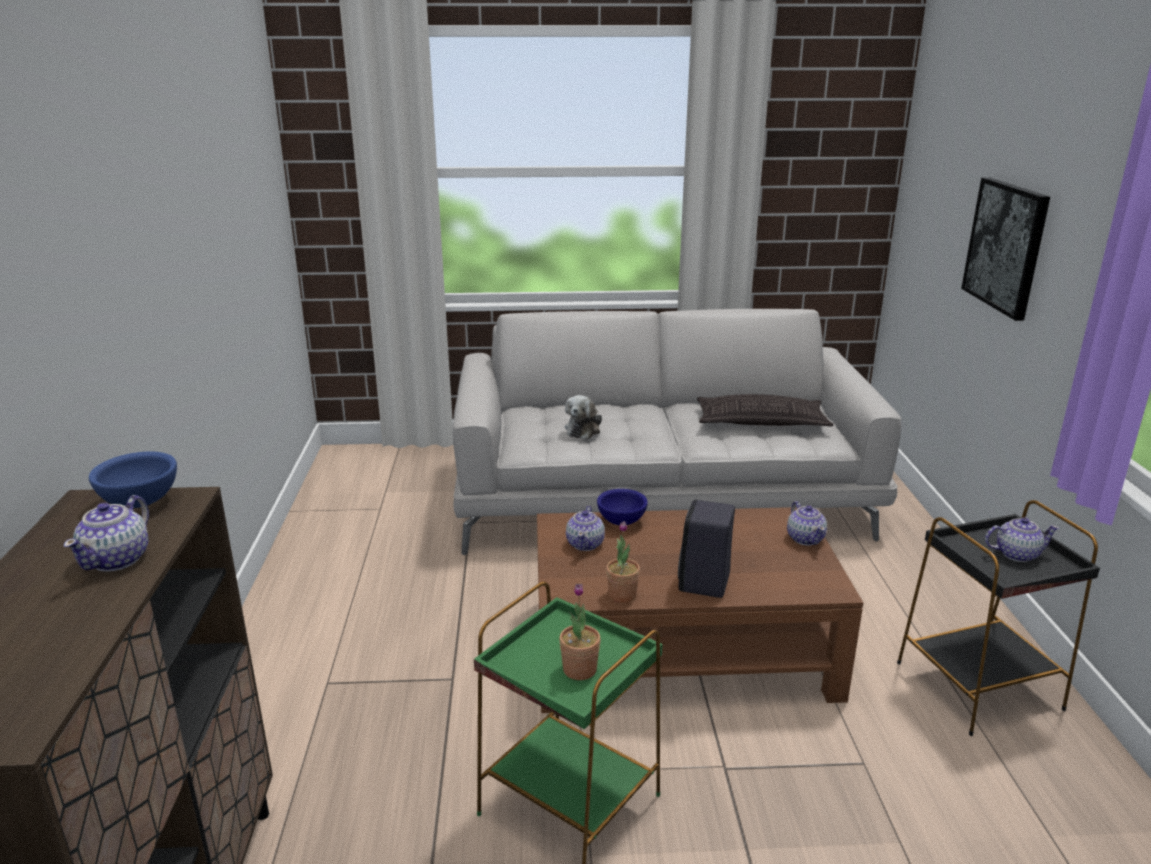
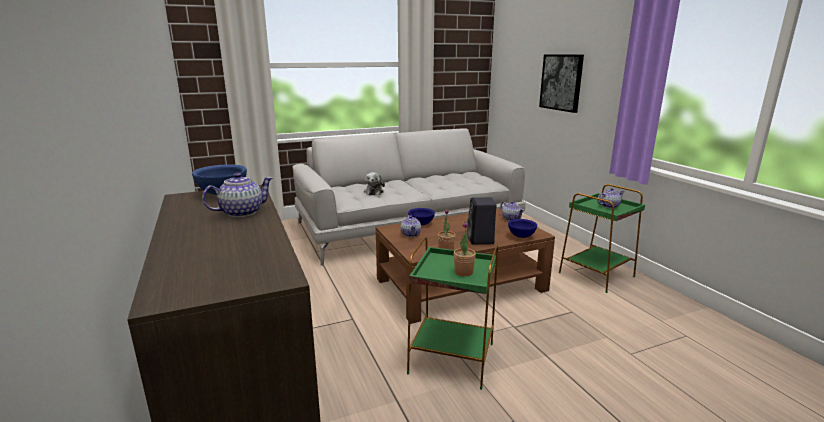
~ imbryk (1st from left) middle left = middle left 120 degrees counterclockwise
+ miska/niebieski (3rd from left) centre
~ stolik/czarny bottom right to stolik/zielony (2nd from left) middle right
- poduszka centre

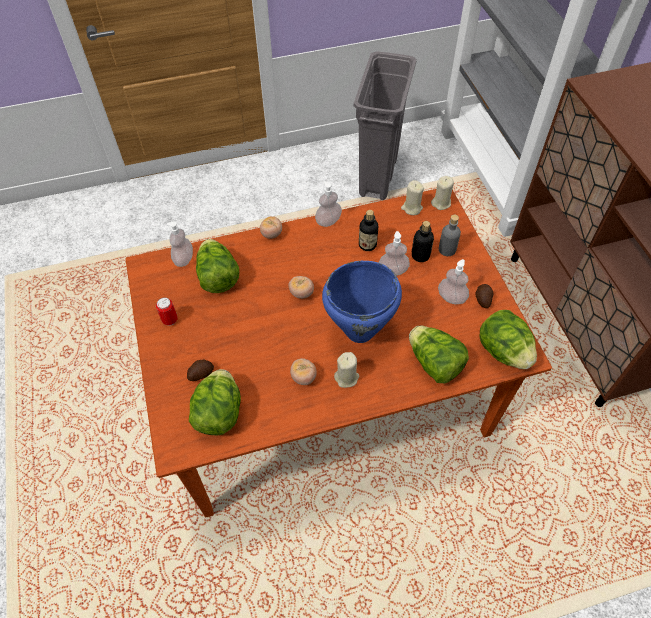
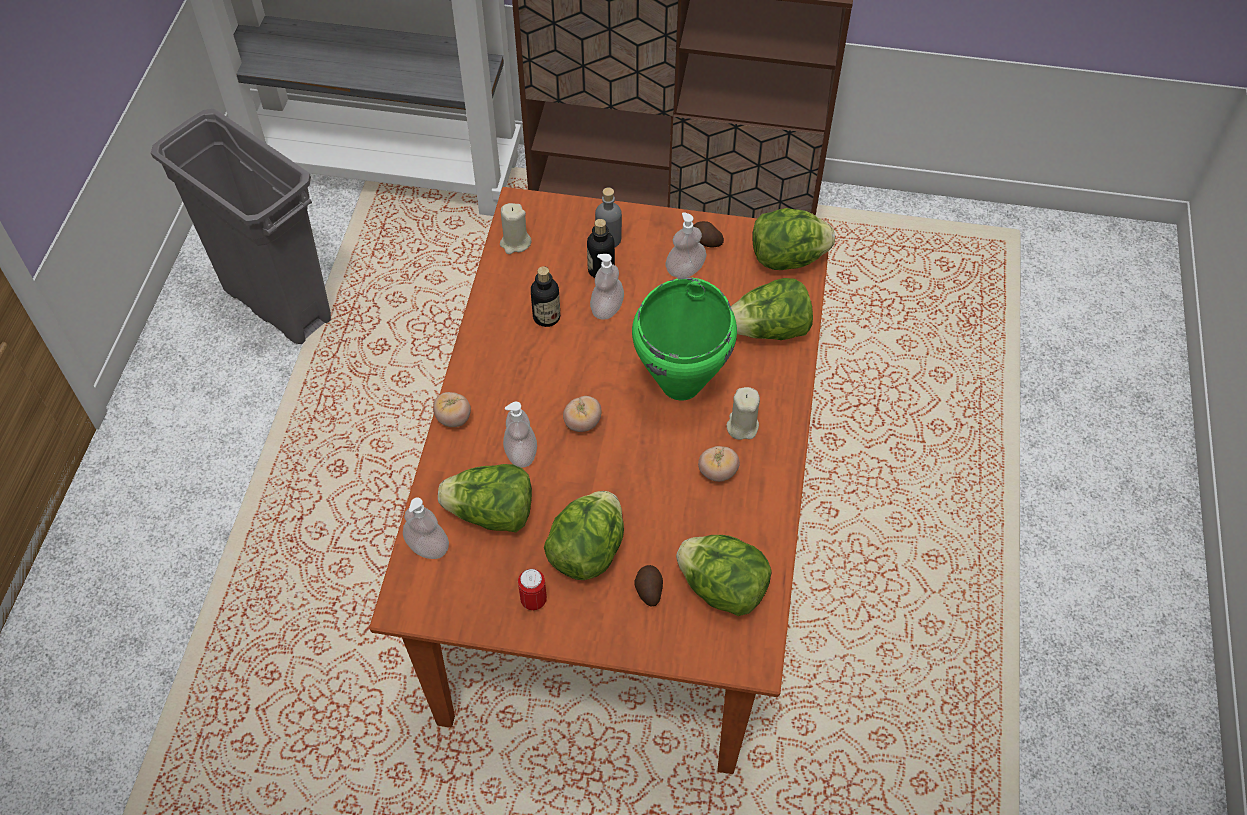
~ dozownik mydła (2nd from left) top centre to centre
+ sałata (2nd from left) centre
~ garnek/niebieski centre to garnek/zielony centre
- świeca/beżowy (3rd from left) top right

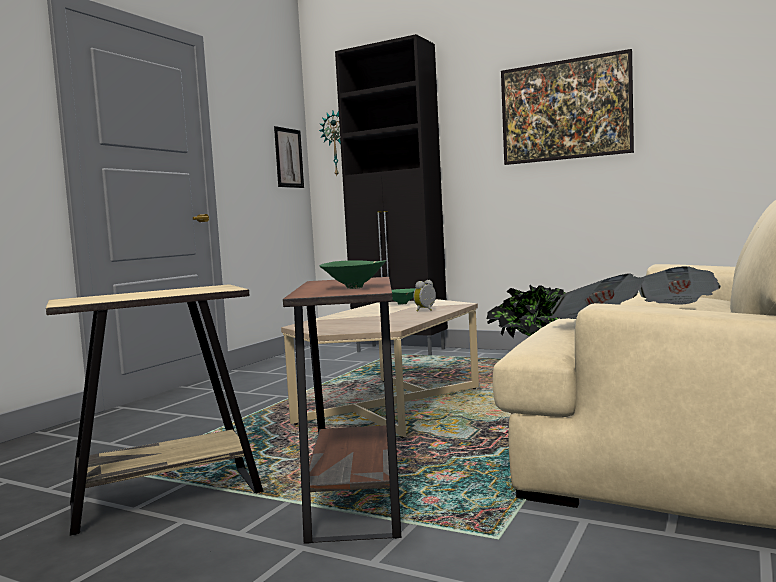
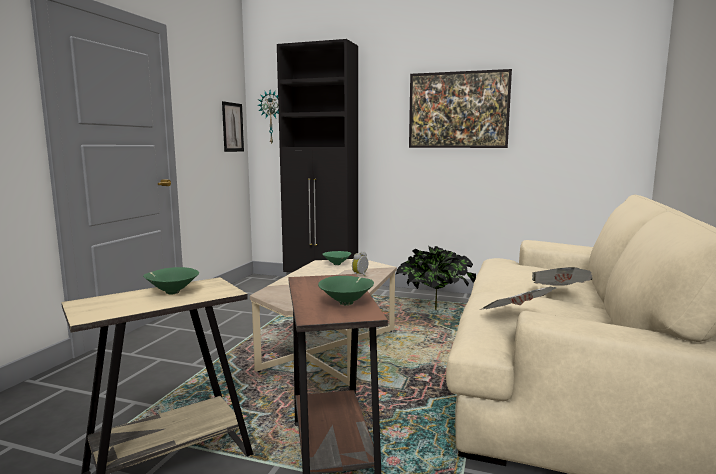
+ miska/zielony (1st from left) middle left

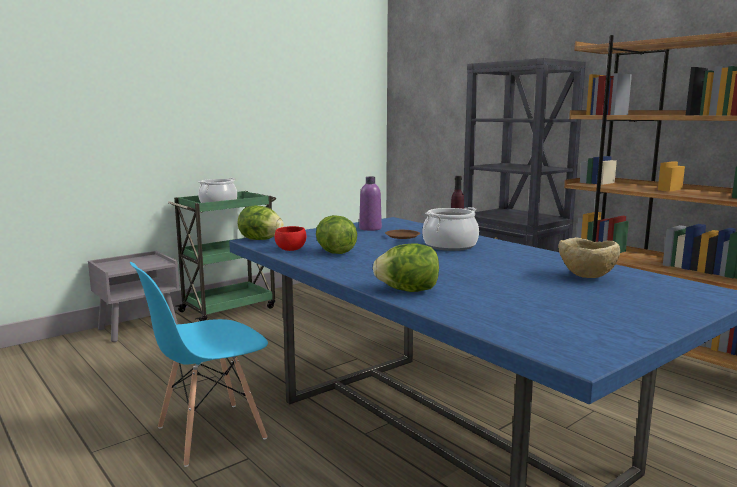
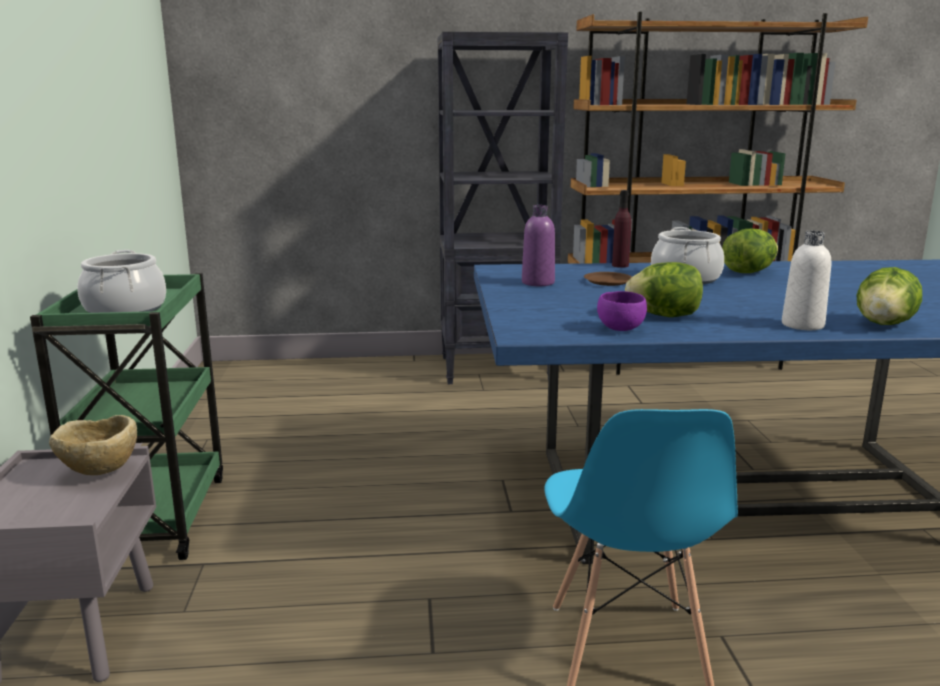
~ miska/beżowy middle right to middle left
~ miska/czerwony centre to miska/fioletowy centre
~ sałata (1st from left in the first image) centre to sałata (2nd from left) middle right
+ butelka/biały middle right

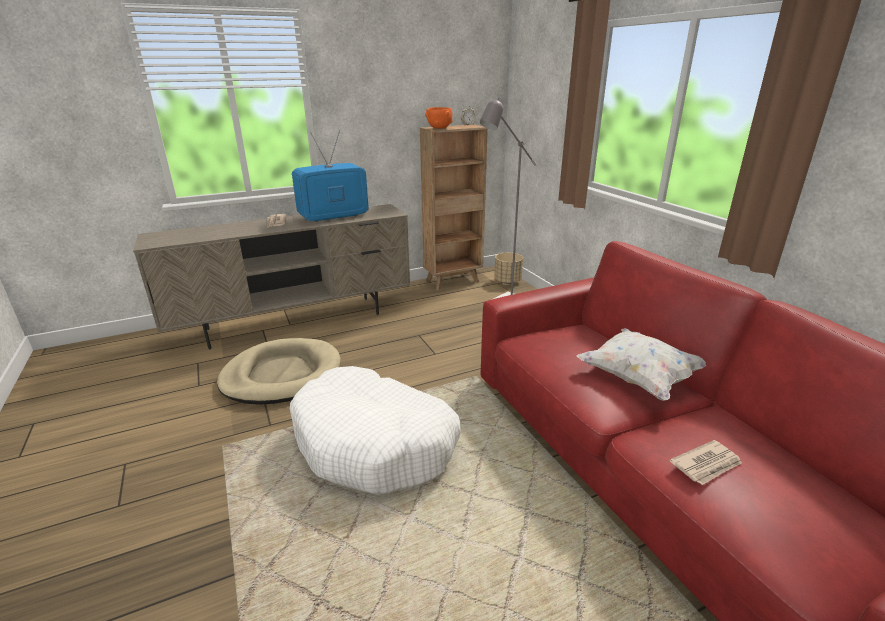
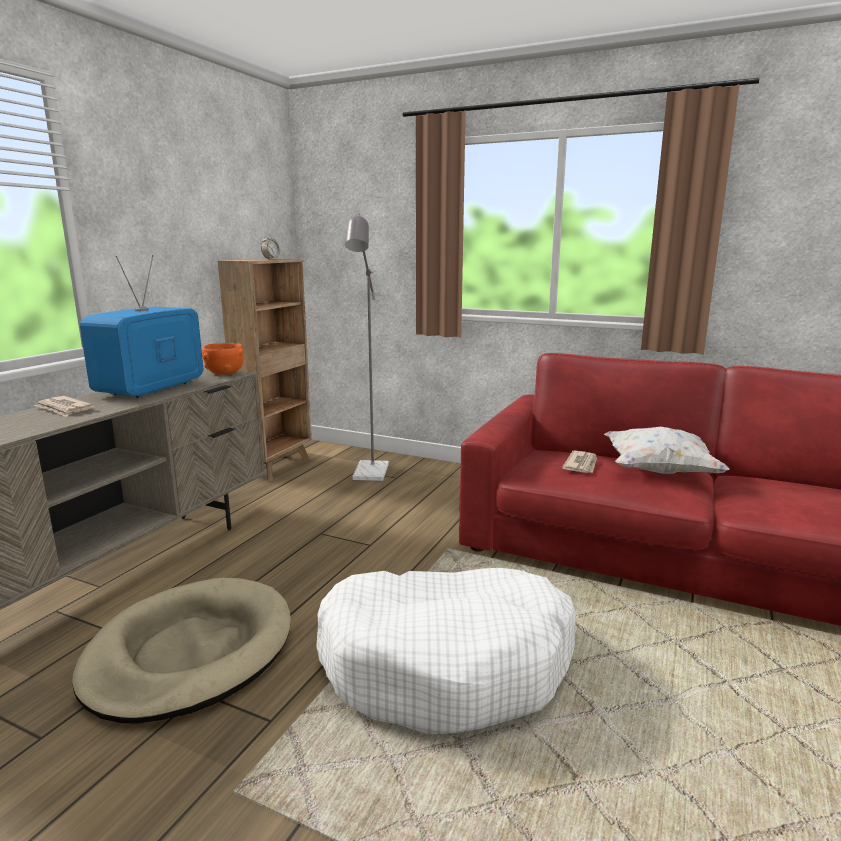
~ miska/pomarańczowy top centre to middle left
~ gazeta (2nd from left) bottom right to middle right
- donica/beżowy centre

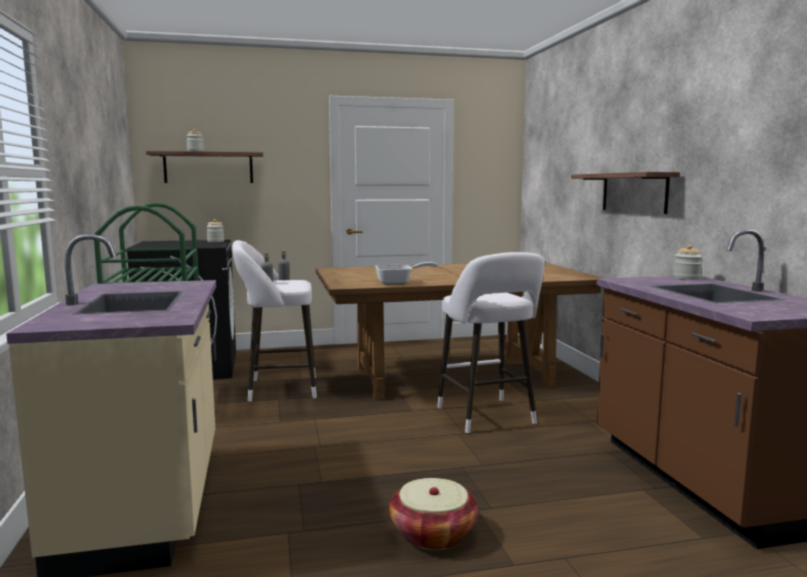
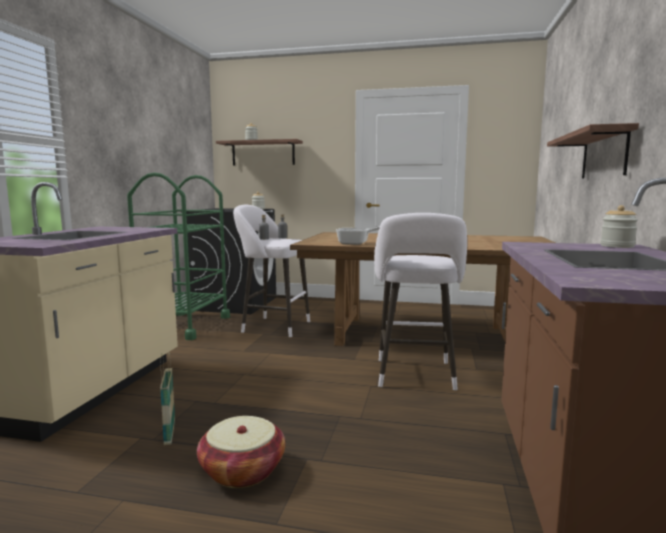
+ koszyk (1st from left) bottom left

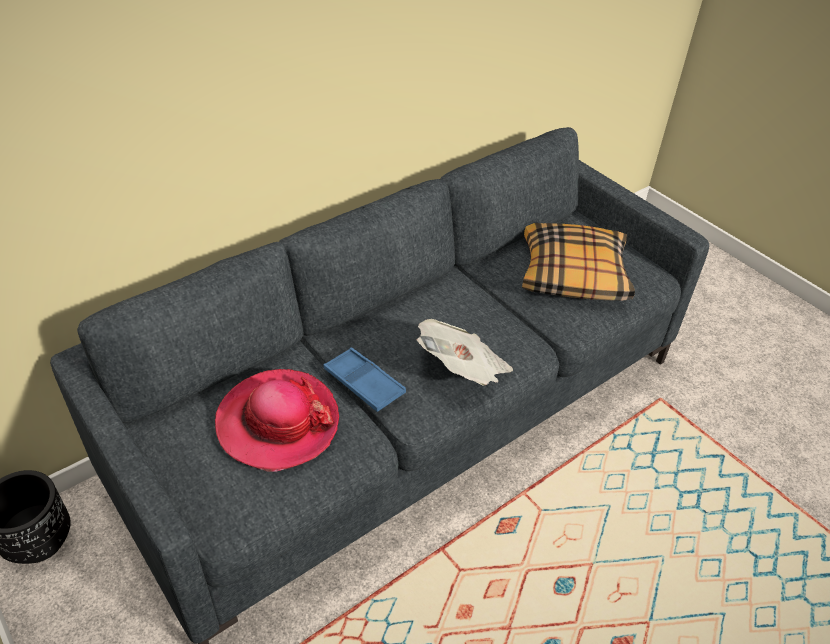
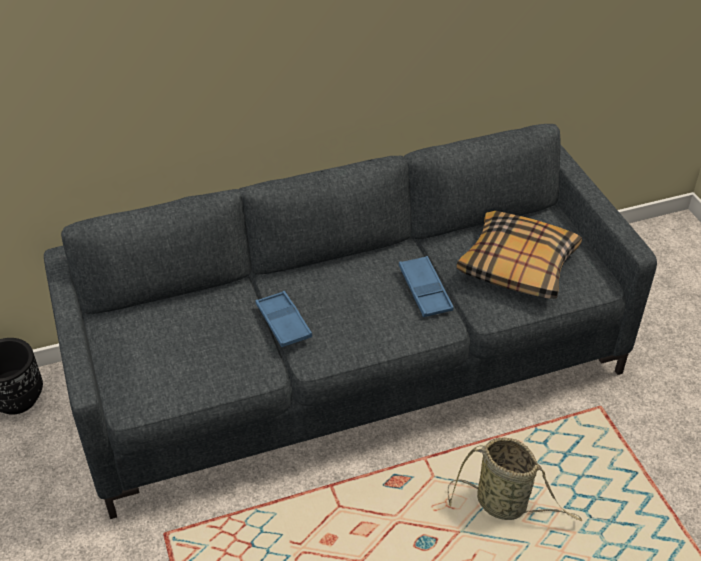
+ taca/niebieski (2nd from left) centre
+ koszyk bottom right
- kapelusz centre
- gazeta centre

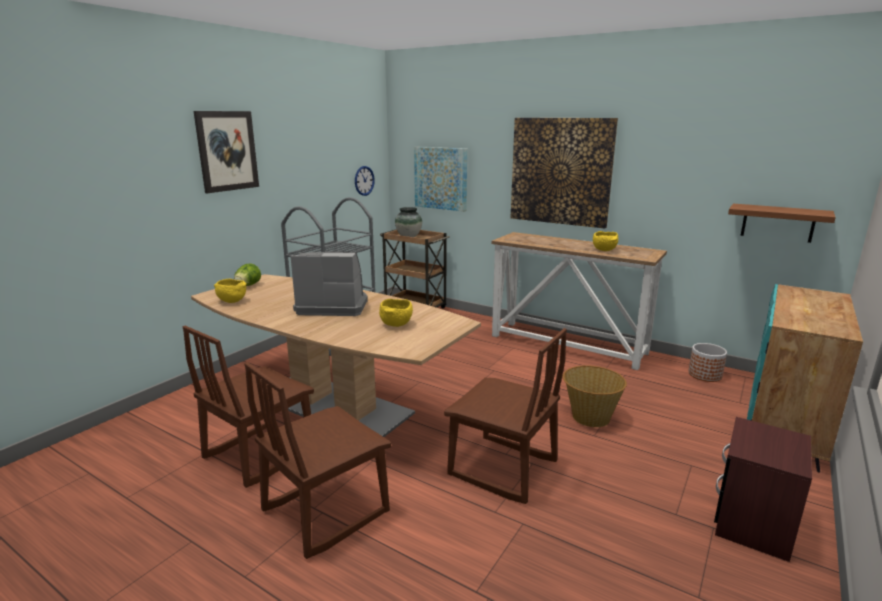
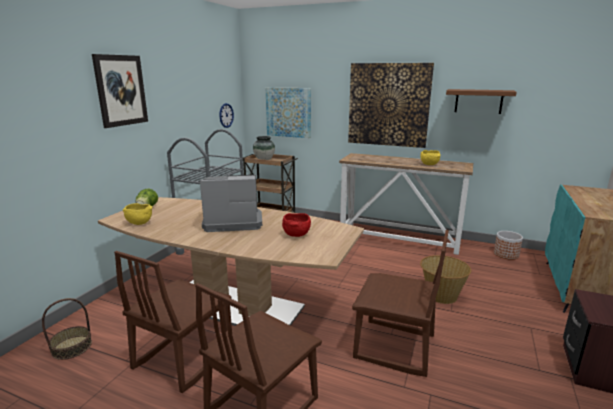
+ koszyk (1st from left) bottom left
~ miska/żółty (2nd from left) centre to miska/czerwony centre
~ półka middle right to top right

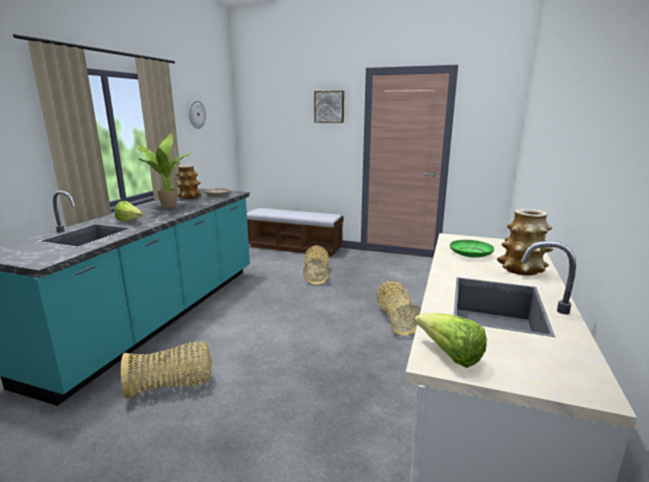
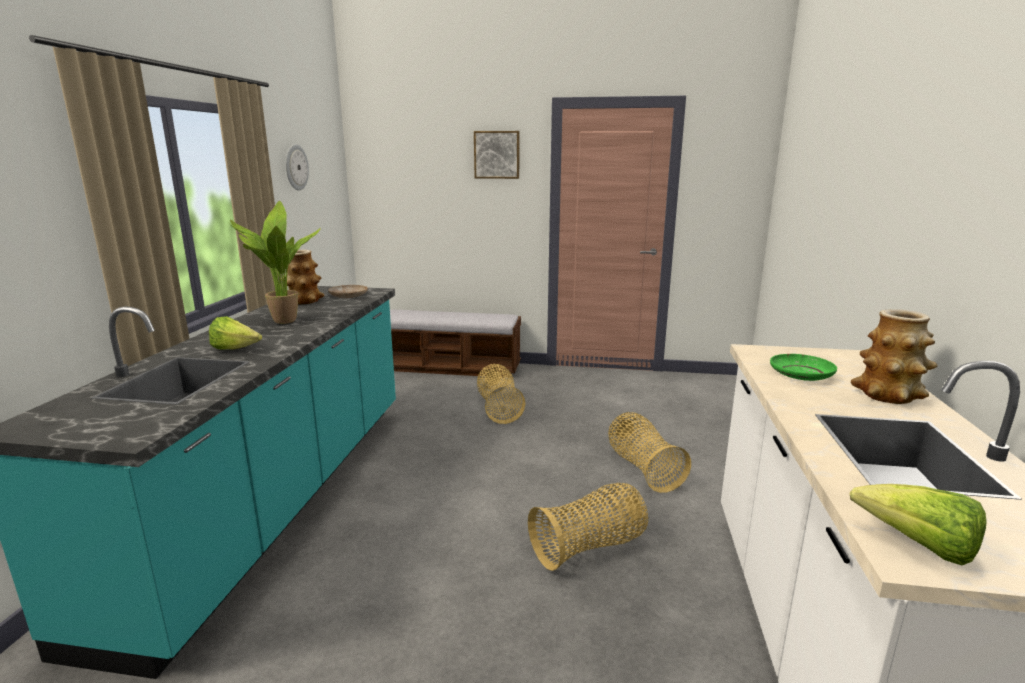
~ koszyk (1st from left in the first image) bottom left to koszyk (2nd from left) bottom centre

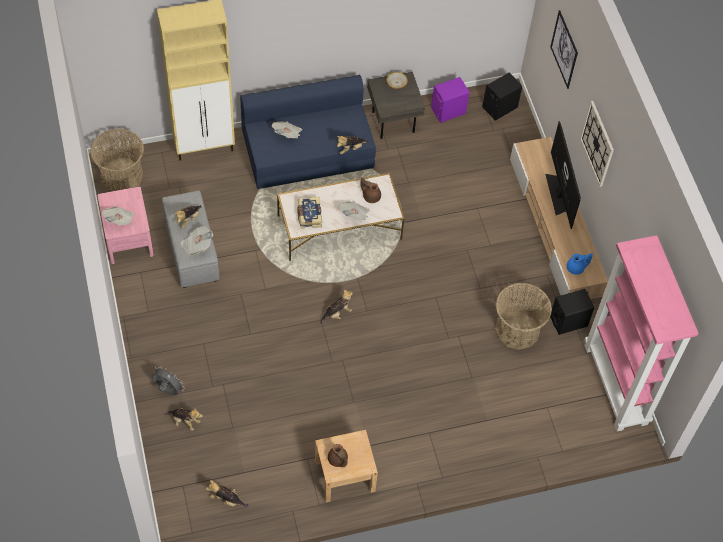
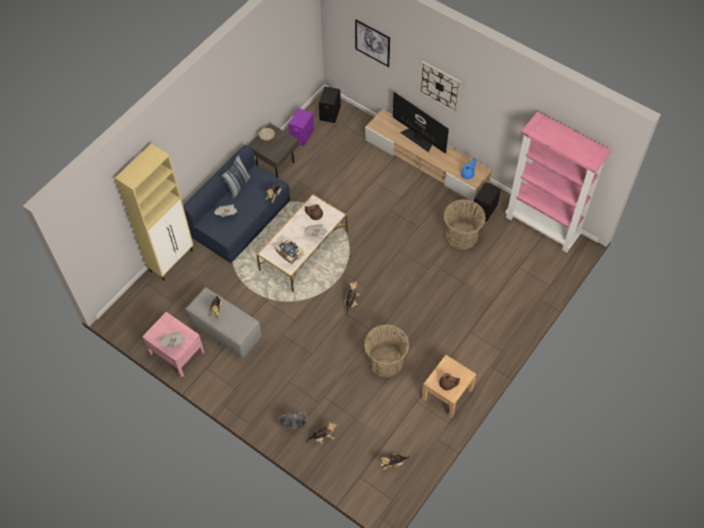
+ poduszka centre
~ koszyk (1st from left) top left to centre
- gazeta (2nd from left) middle left

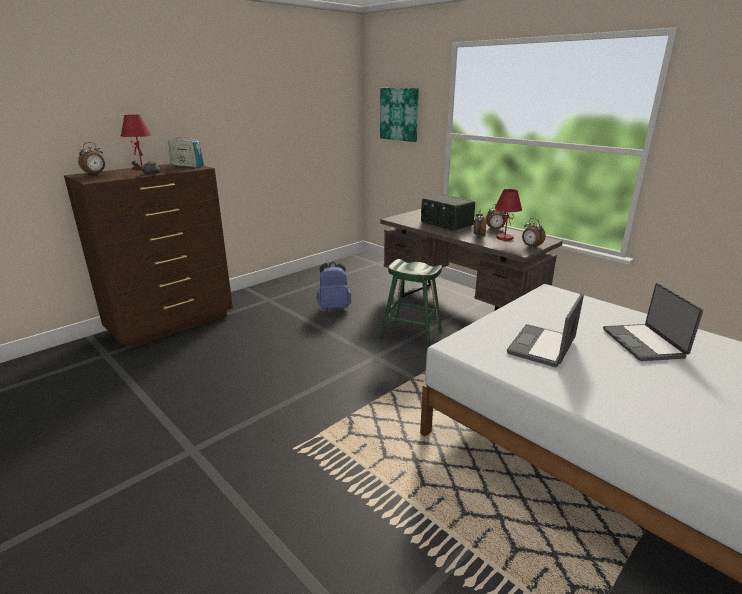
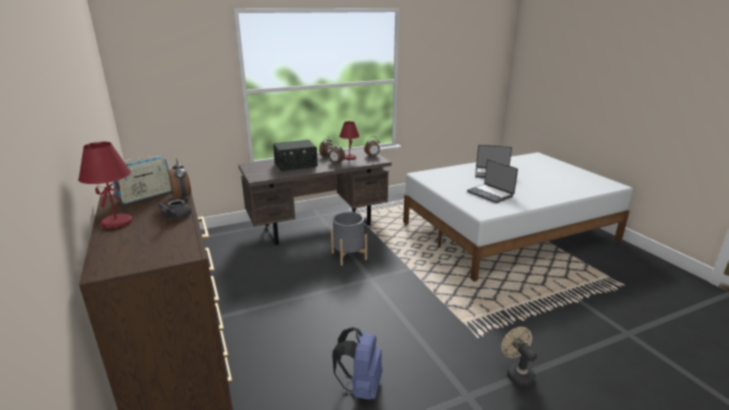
~ budzik (1st from left) top left to middle left
~ stołek/zielony centre to donica/szary centre
~ plecak/niebieski centre to bottom centre
+ wentylator/beżowy bottom right
- obraz top centre

